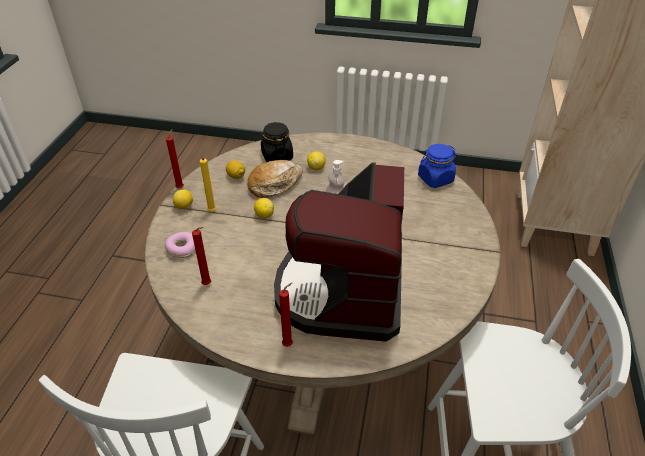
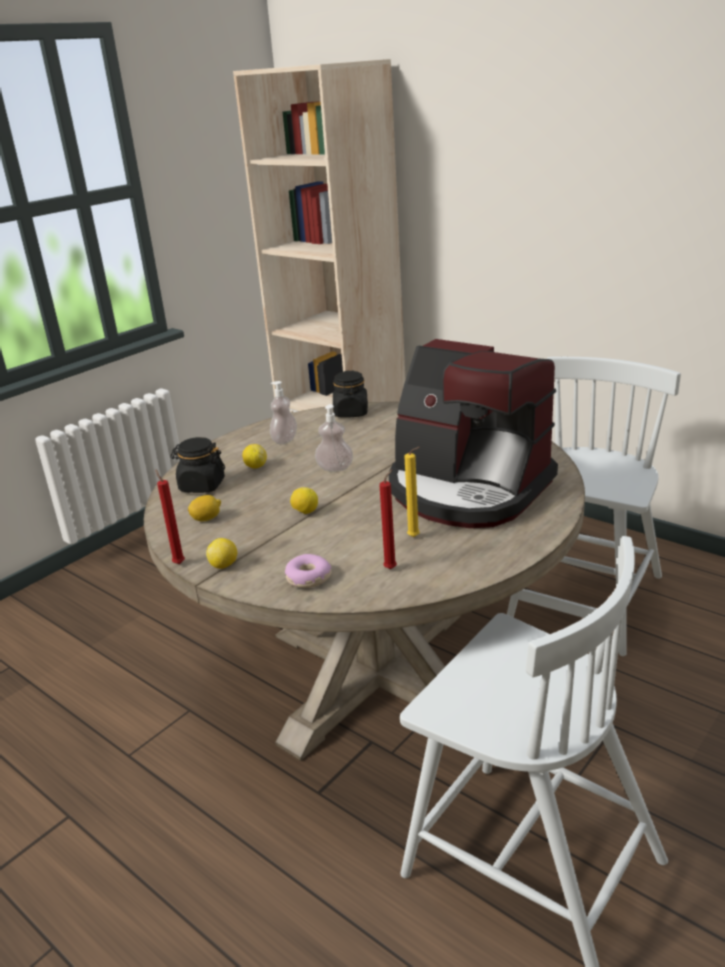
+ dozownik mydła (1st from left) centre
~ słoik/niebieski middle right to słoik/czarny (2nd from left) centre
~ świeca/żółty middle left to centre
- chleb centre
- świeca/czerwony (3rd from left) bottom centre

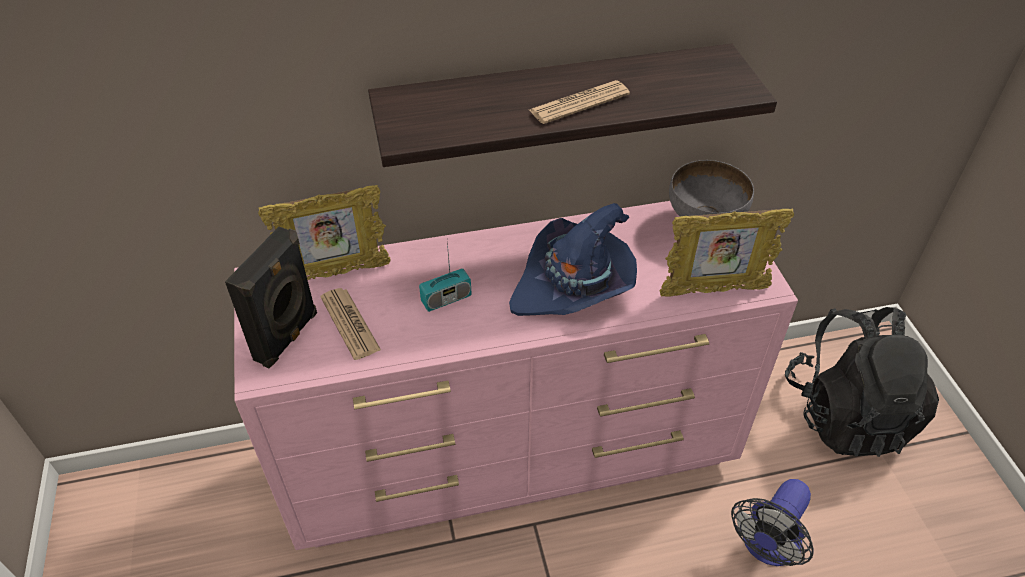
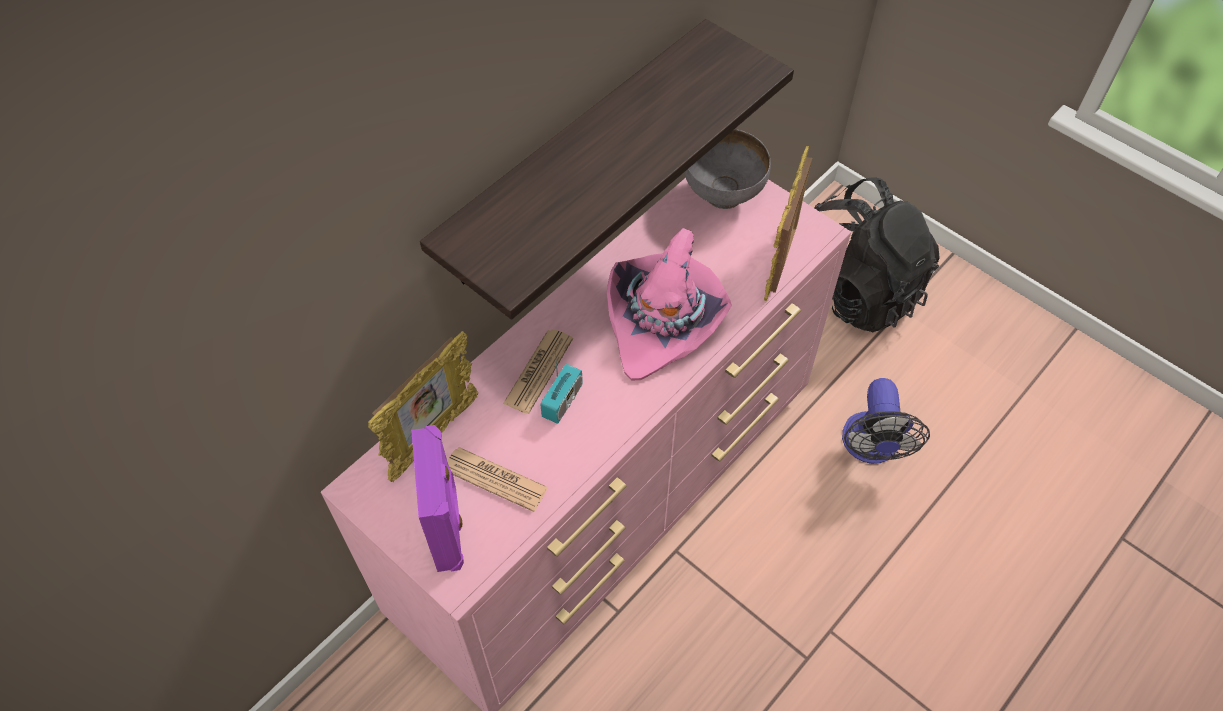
~ głośnik/czarny middle left to głośnik/fioletowy bottom centre
~ gazeta (2nd from left) top centre to centre
~ kapelusz/niebieski centre to kapelusz/różowy centre
~ ramka na zdjęcie (2nd from left) middle right = top centre 150 degrees clockwise

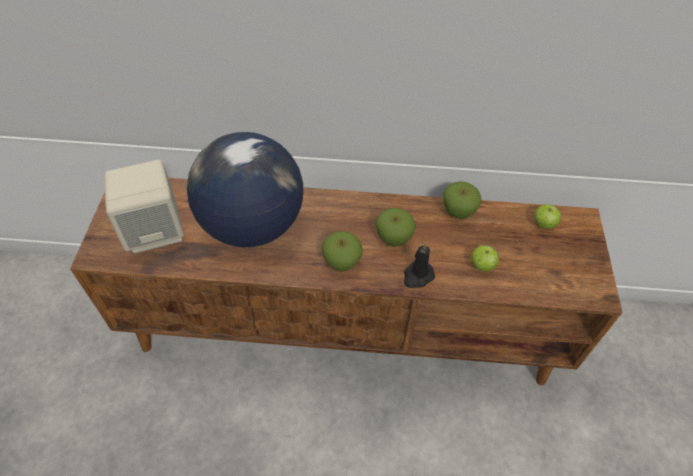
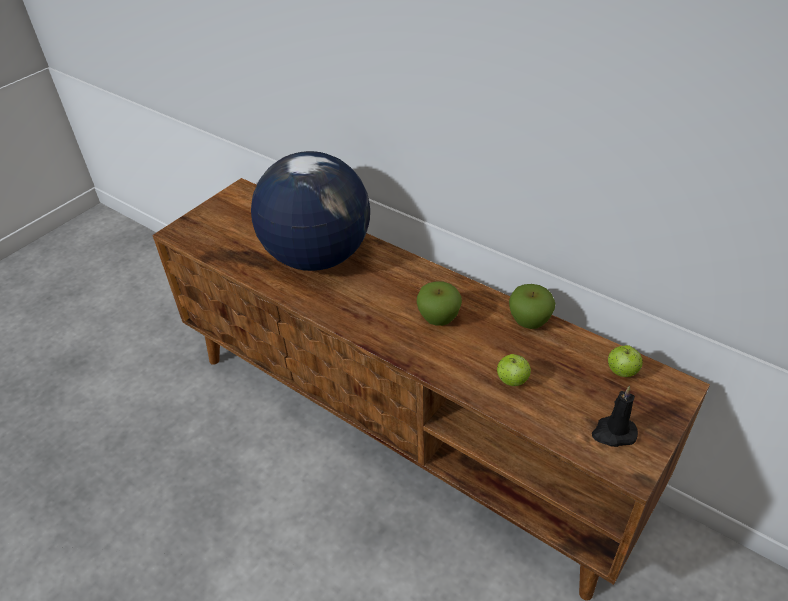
~ świeca/czarny centre to bottom right
- głośnik/beżowy middle left
- jabłko (1st from left) centre

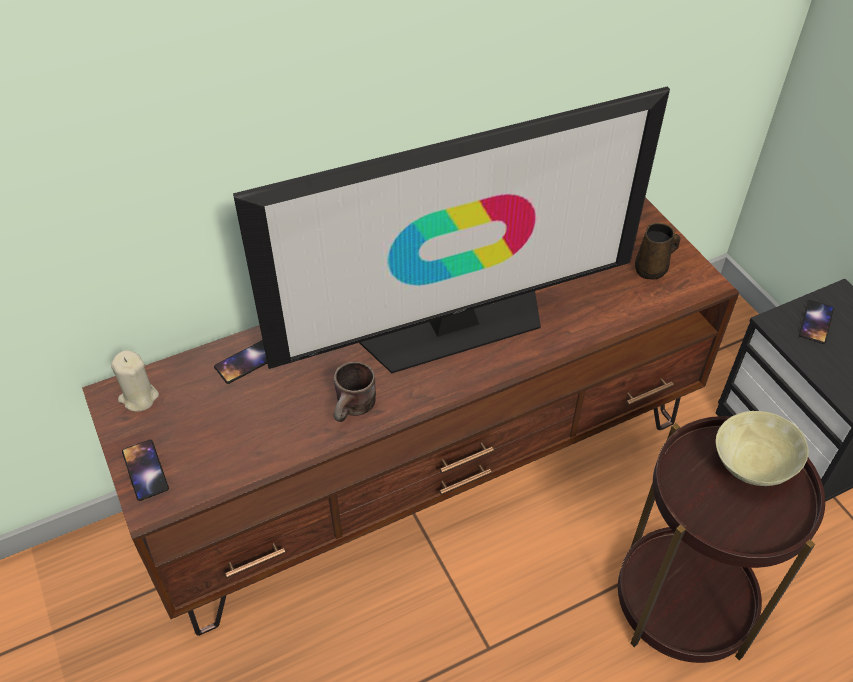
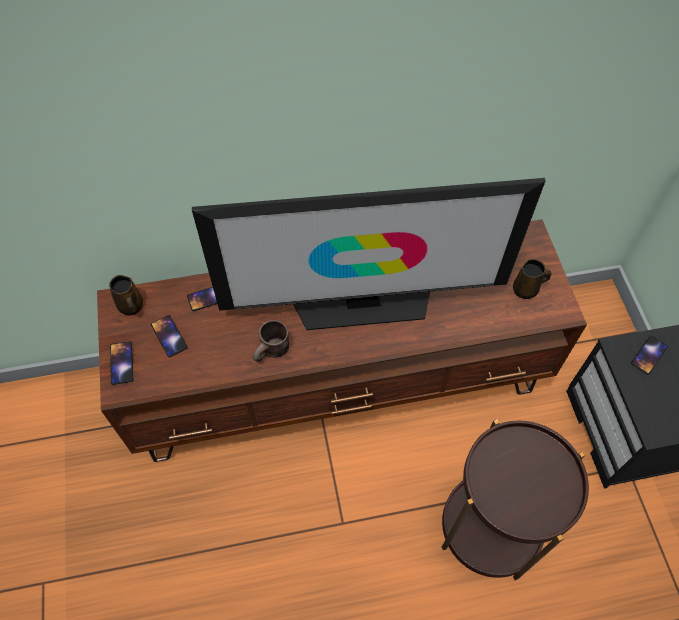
~ świeca/beżowy middle left to kubek/brązowy (1st from left) middle left
+ telefon (2nd from left) middle left
- miska/beżowy middle right

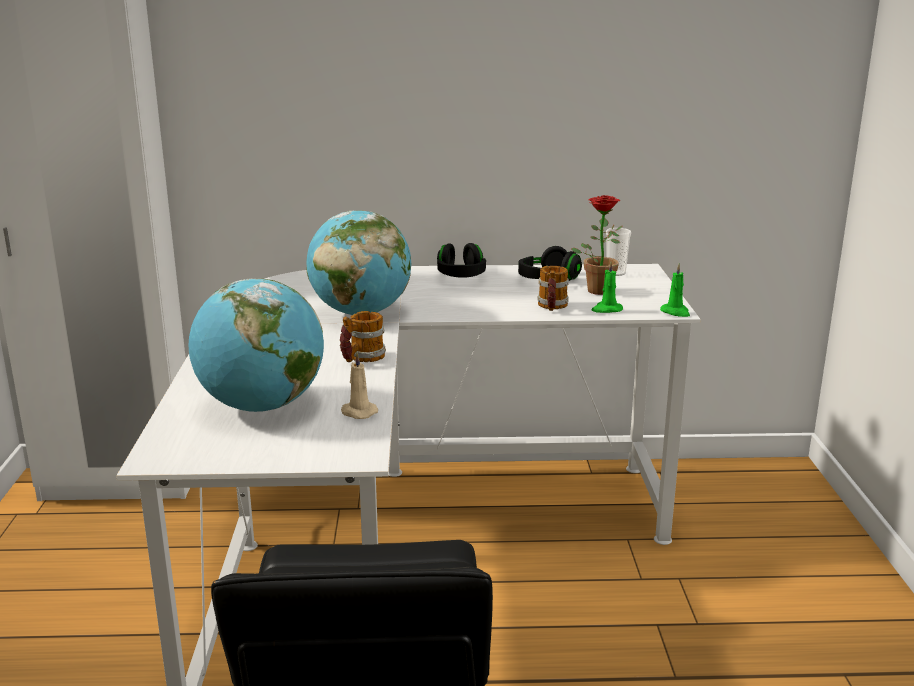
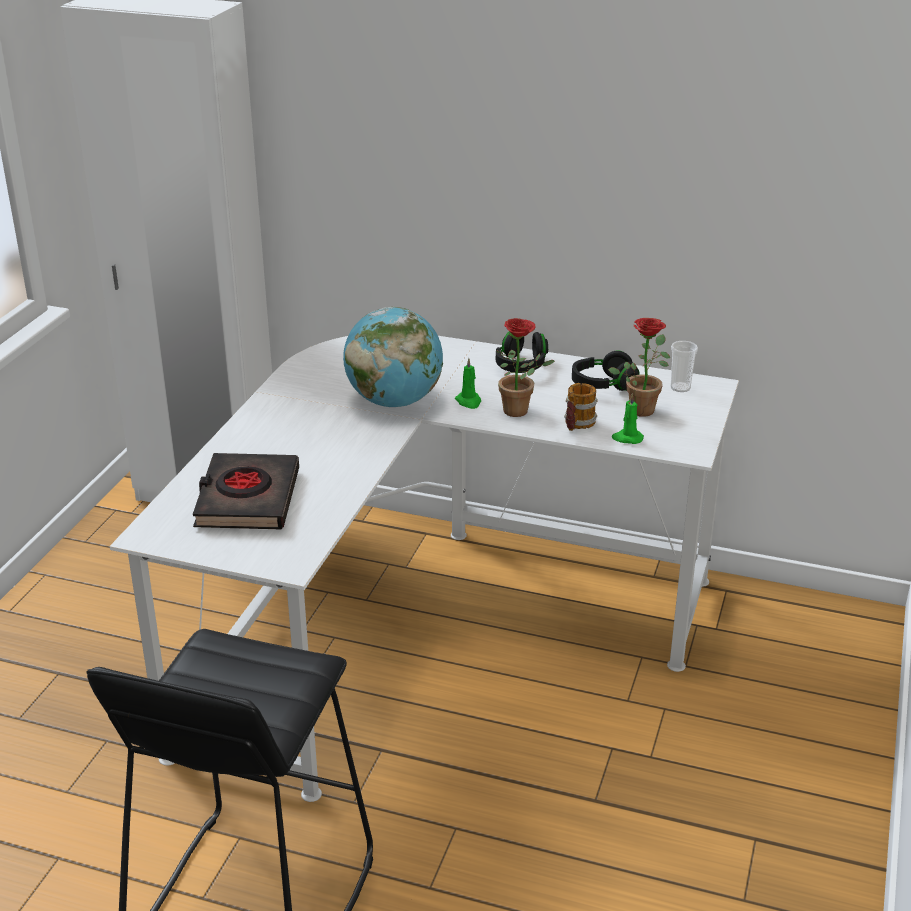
~ globus (1st from left) middle left to książka/czarny middle left
~ świeca/zielony (2nd from left in the first image) middle right to świeca/zielony (1st from left) centre
+ roślina doniczkowa (1st from left) centre
- kubek (1st from left) centre
- świeca/beżowy centre

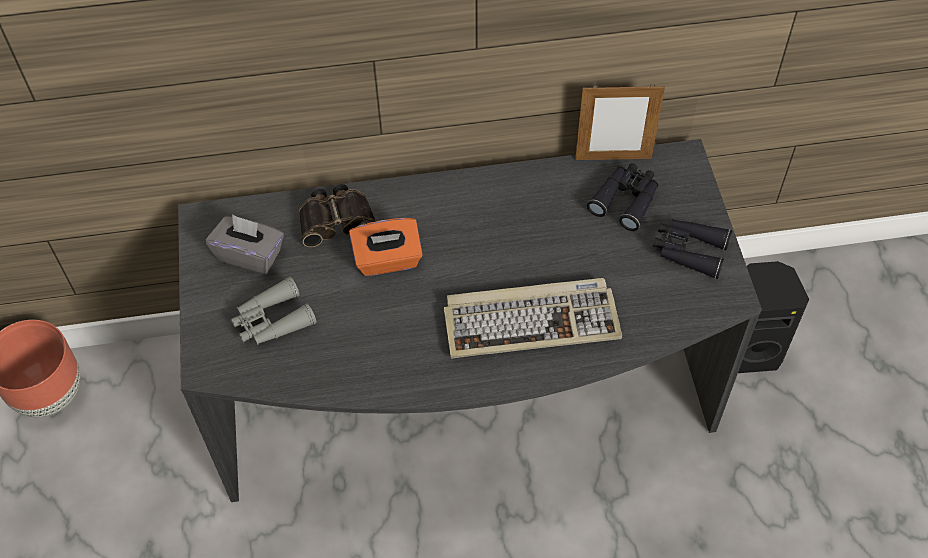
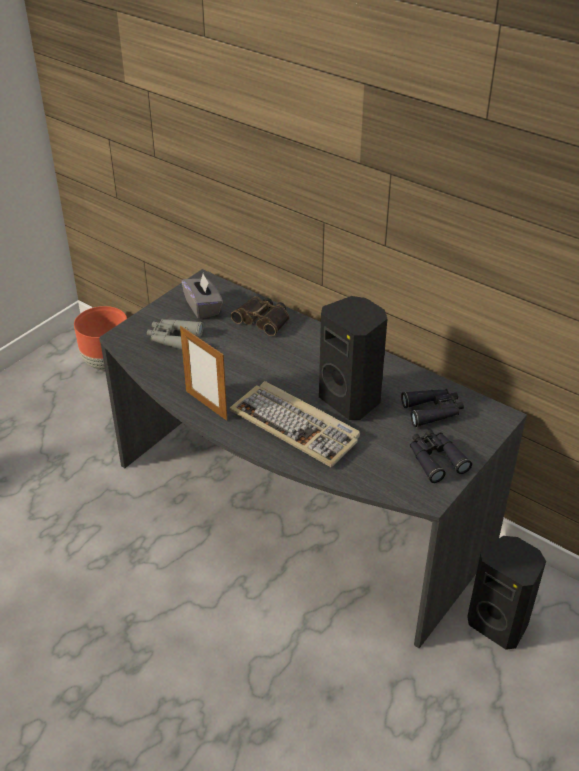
~ ramka na zdjęcie top right to centre
+ głośnik/czarny (1st from left) centre
- pudełko chusteczek/pomarańczowy centre

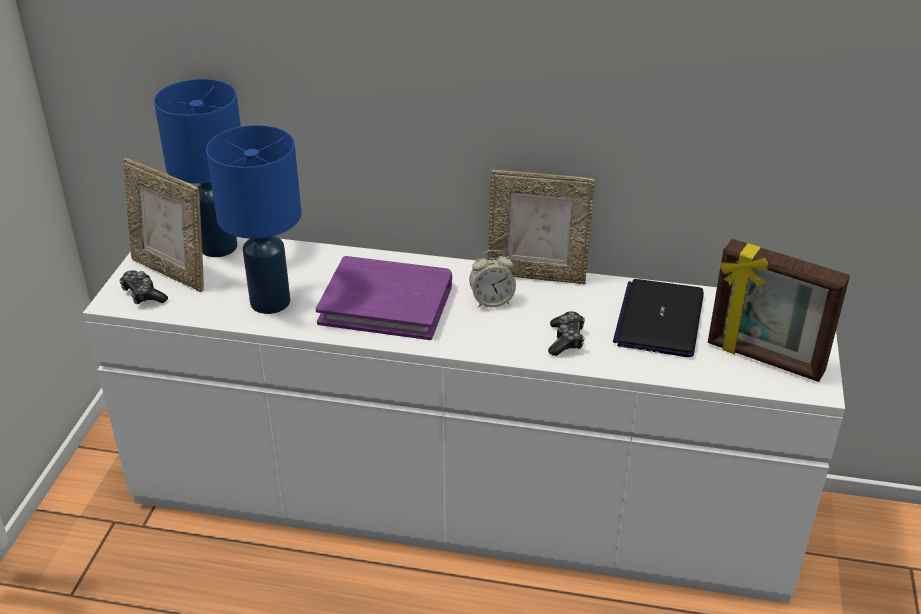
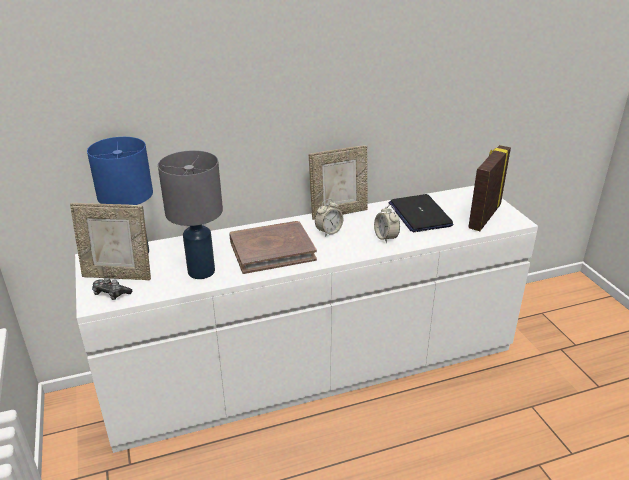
~ lampa stołowa/niebieski (2nd from left) middle left to lampa stołowa/szary middle left
~ książka/fioletowy centre to książka/brązowy centre
~ pad do gier (2nd from left) centre to budzik (2nd from left) centre
~ ramka na zdjęcie (3rd from left) middle right = middle right 120 degrees clockwise

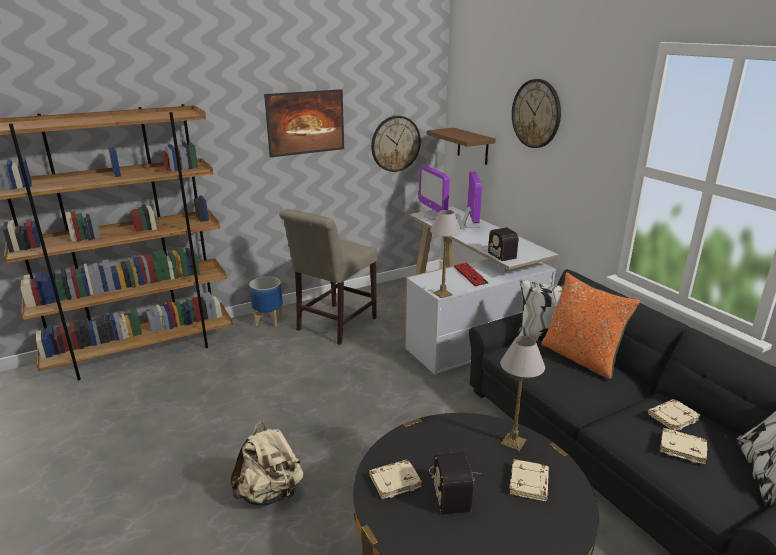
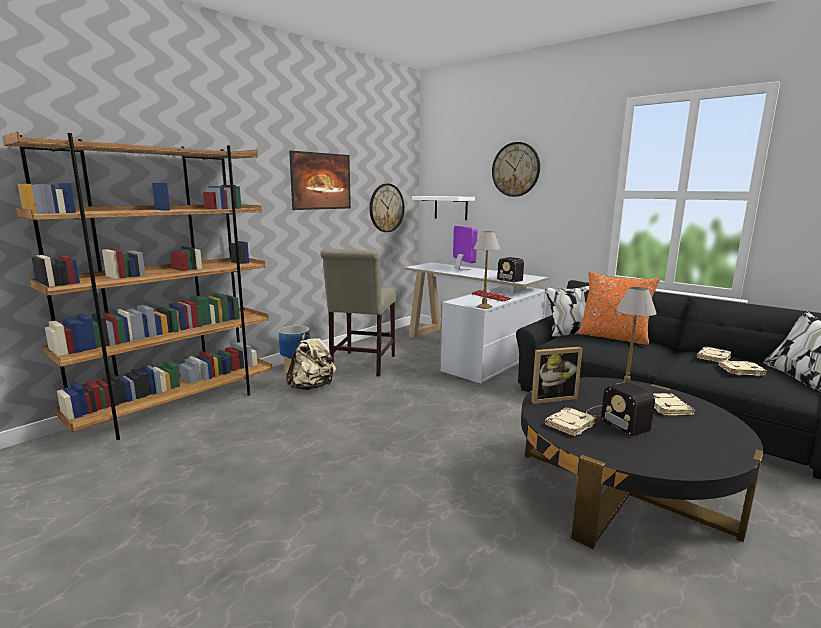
~ plecak/beżowy bottom centre to centre
~ półka/brązowy top centre to półka/biały top centre
+ ramka na zdjęcie middle right
- monitor (1st from left) centre

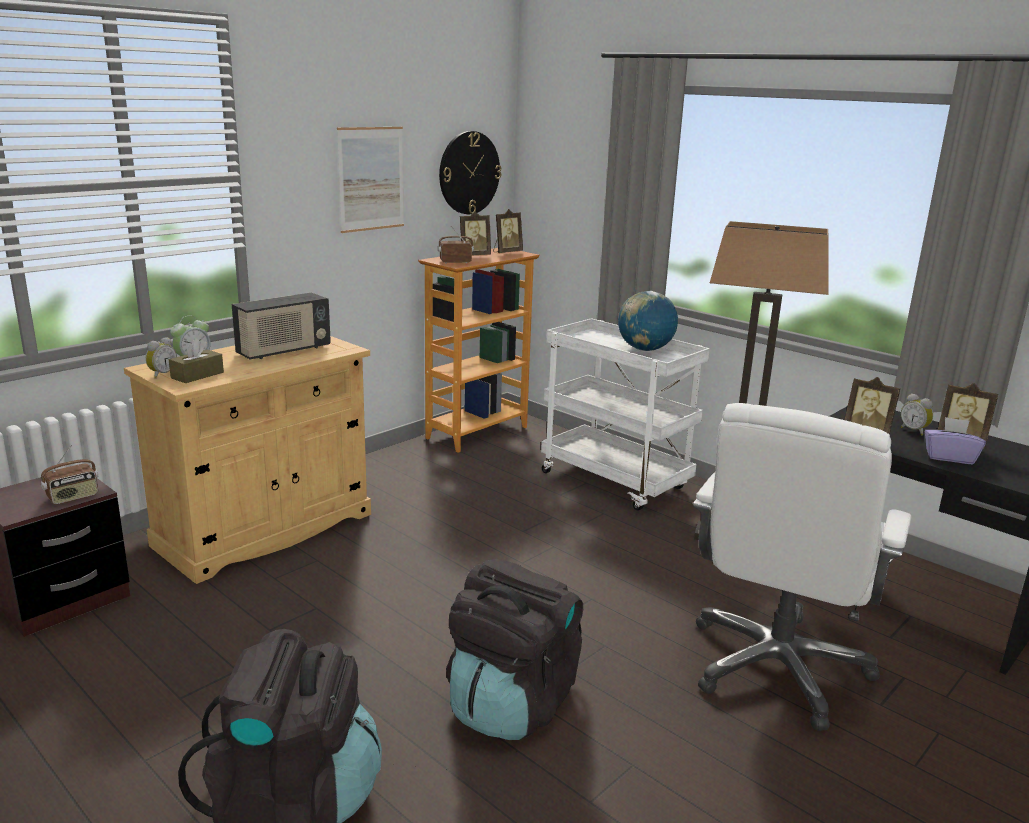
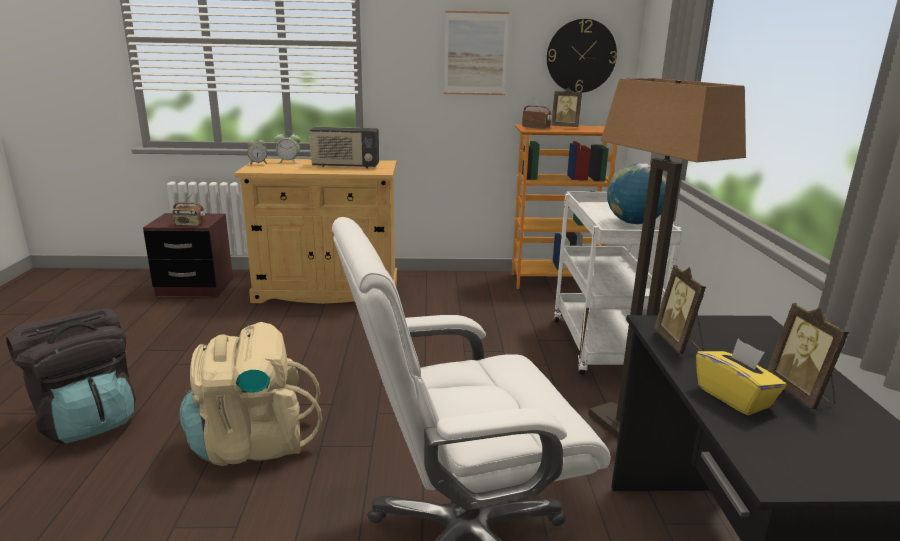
~ plecak/czarny (2nd from left) bottom centre to plecak/beżowy bottom left
~ pudełko chusteczek/fioletowy middle right to pudełko chusteczek/żółty bottom right
- pudełko chusteczek/brązowy middle left
- ramka na zdjęcie (2nd from left) top centre
- budzik (3rd from left) middle right

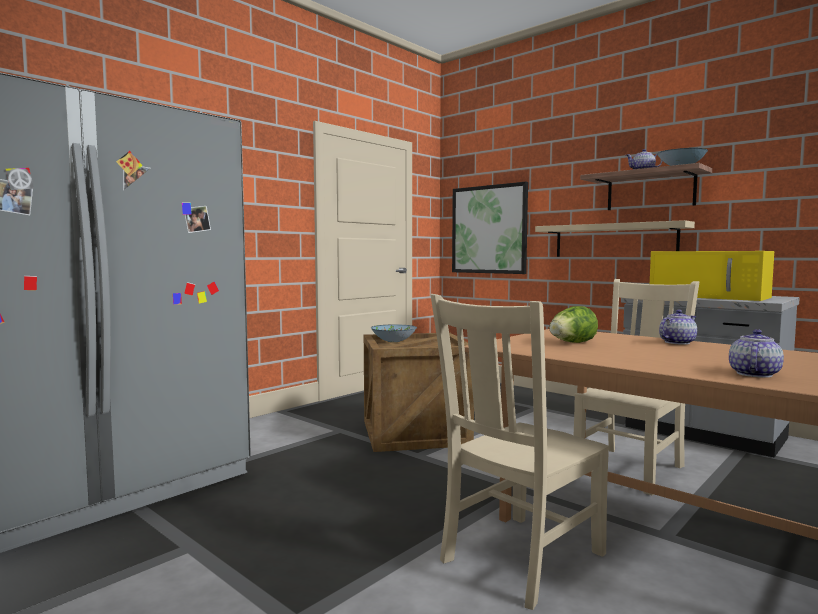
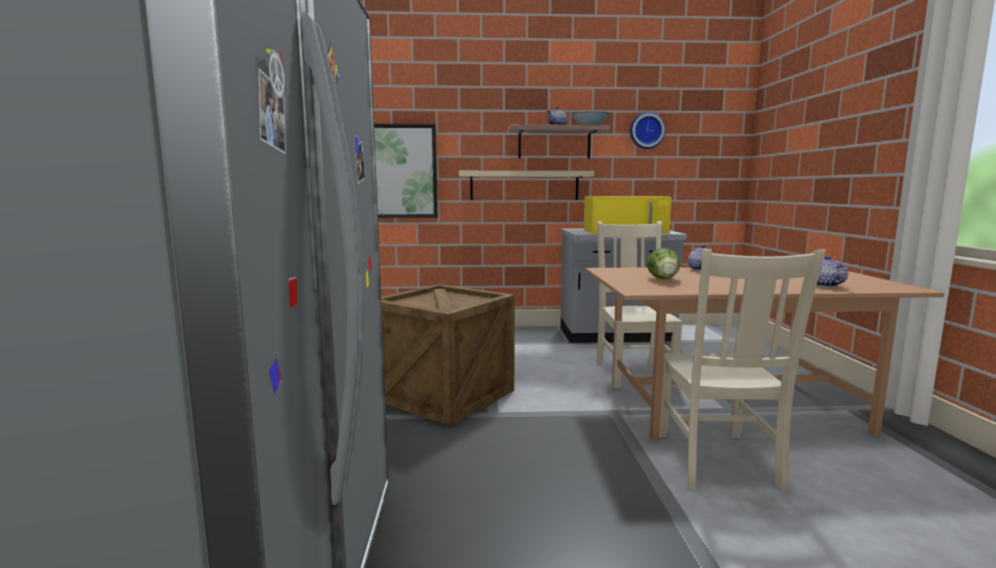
+ zegar ścienny top centre
- miska (1st from left) centre

